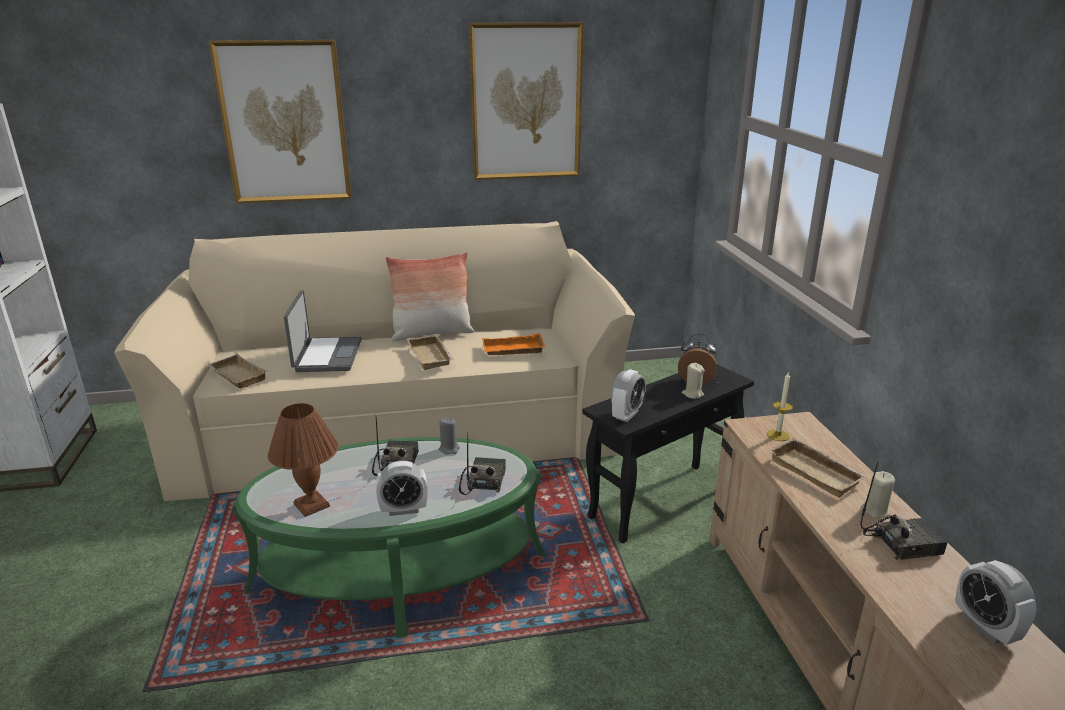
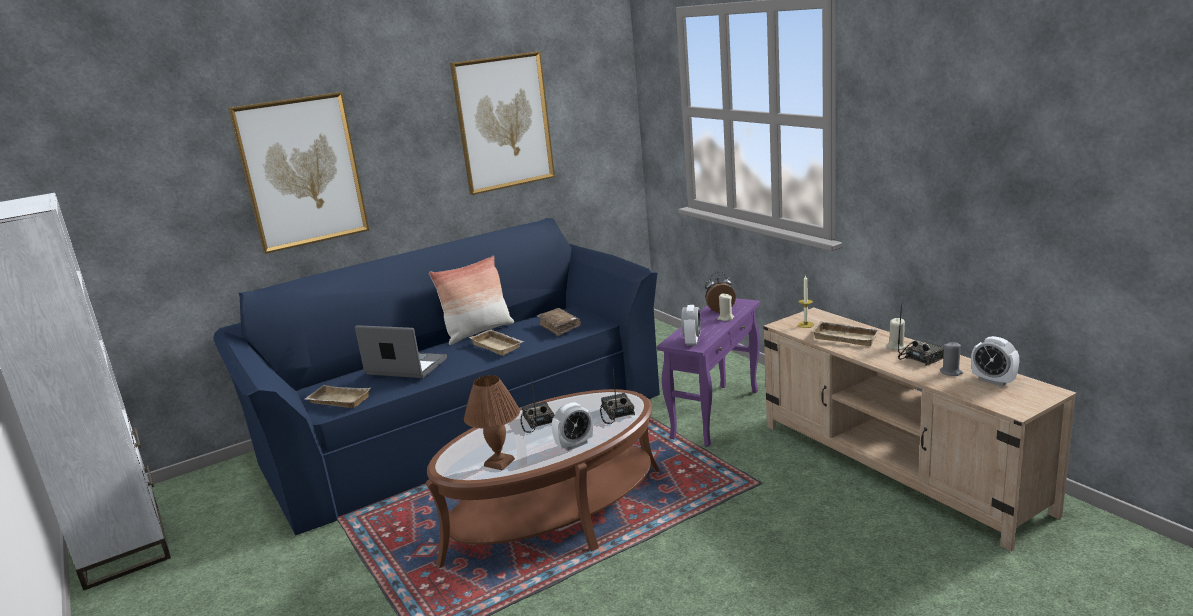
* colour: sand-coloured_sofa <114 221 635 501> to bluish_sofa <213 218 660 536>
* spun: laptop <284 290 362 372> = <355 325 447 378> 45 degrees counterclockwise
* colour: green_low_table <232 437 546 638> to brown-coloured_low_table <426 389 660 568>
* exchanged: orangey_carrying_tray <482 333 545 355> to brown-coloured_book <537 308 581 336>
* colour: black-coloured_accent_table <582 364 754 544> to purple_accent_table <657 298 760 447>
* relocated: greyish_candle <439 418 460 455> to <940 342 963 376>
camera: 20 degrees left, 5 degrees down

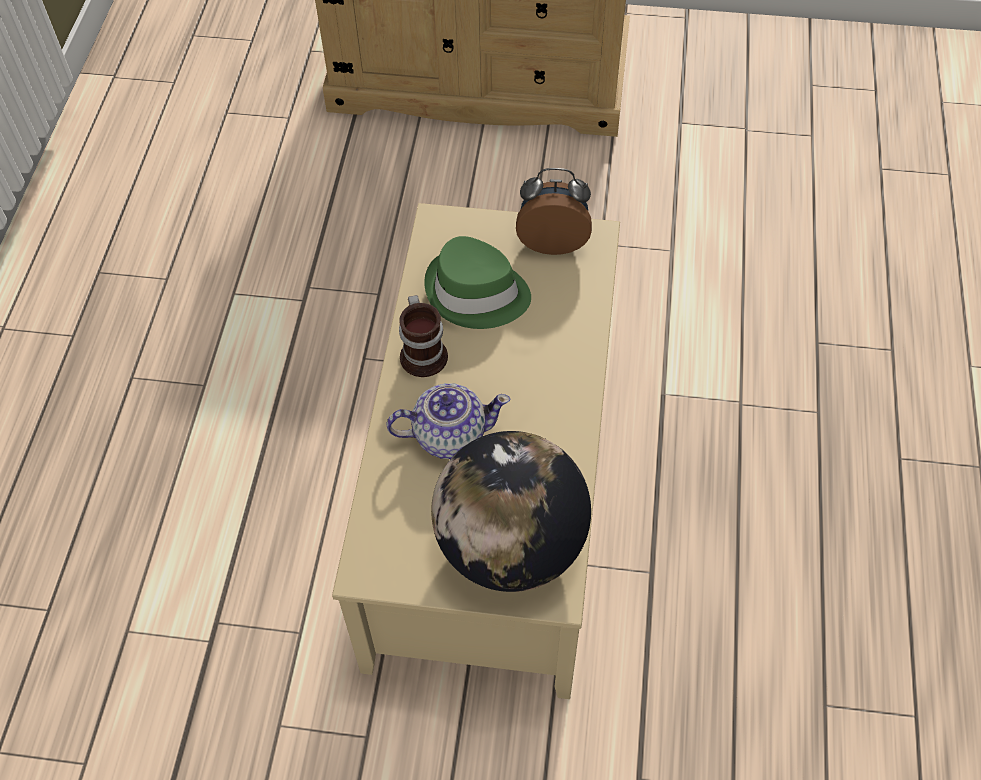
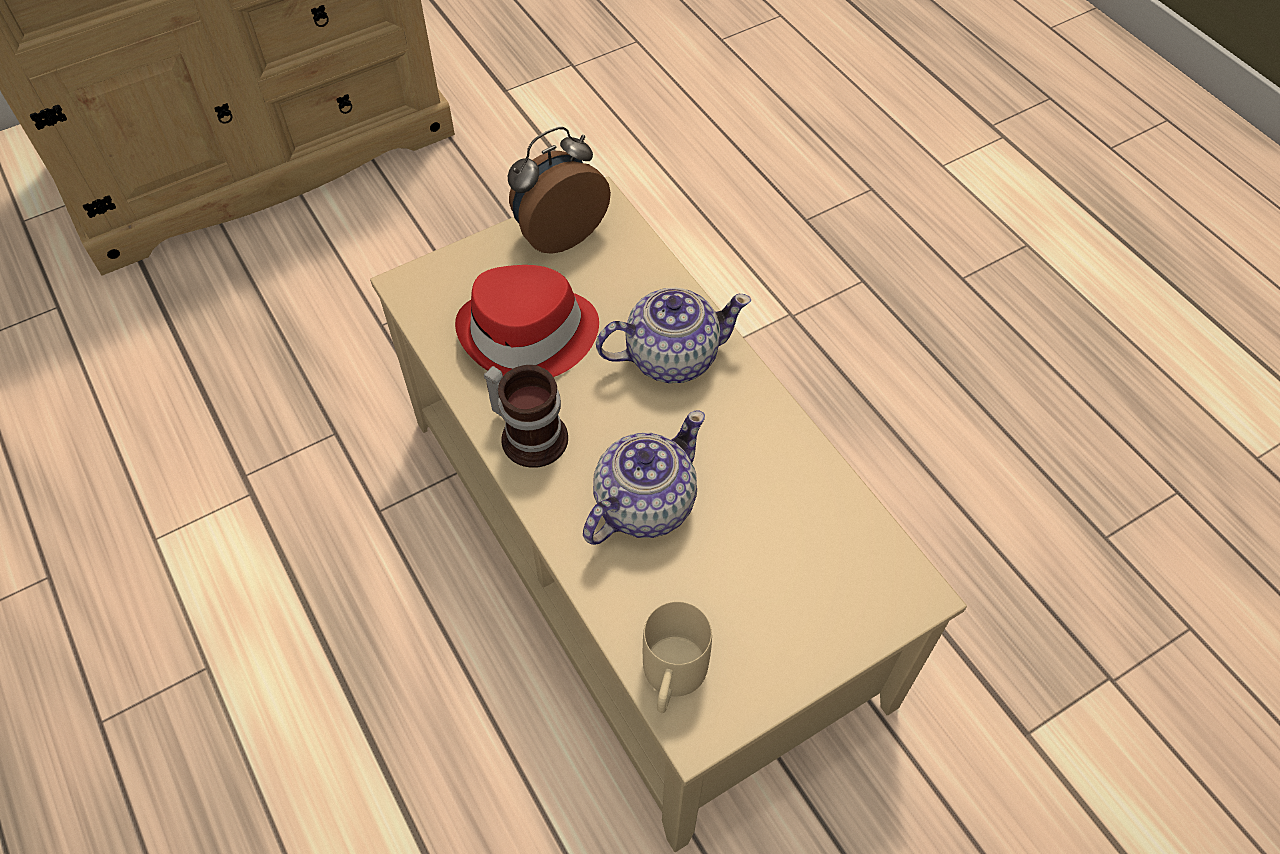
* colour: green_hat <424 236 531 329> to reddish_hat <455 265 599 377>
* appeared: teapot <596 288 751 383>
* appeared: sand-coloured_mug <643 601 712 713>
* missing: globe <431 431 591 592>
camera: 40 degrees left, 0 degrees up

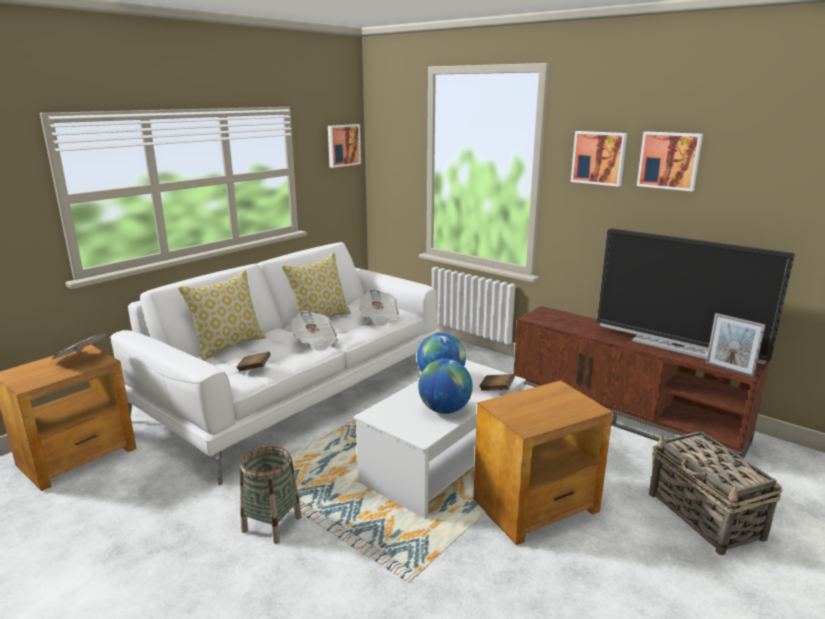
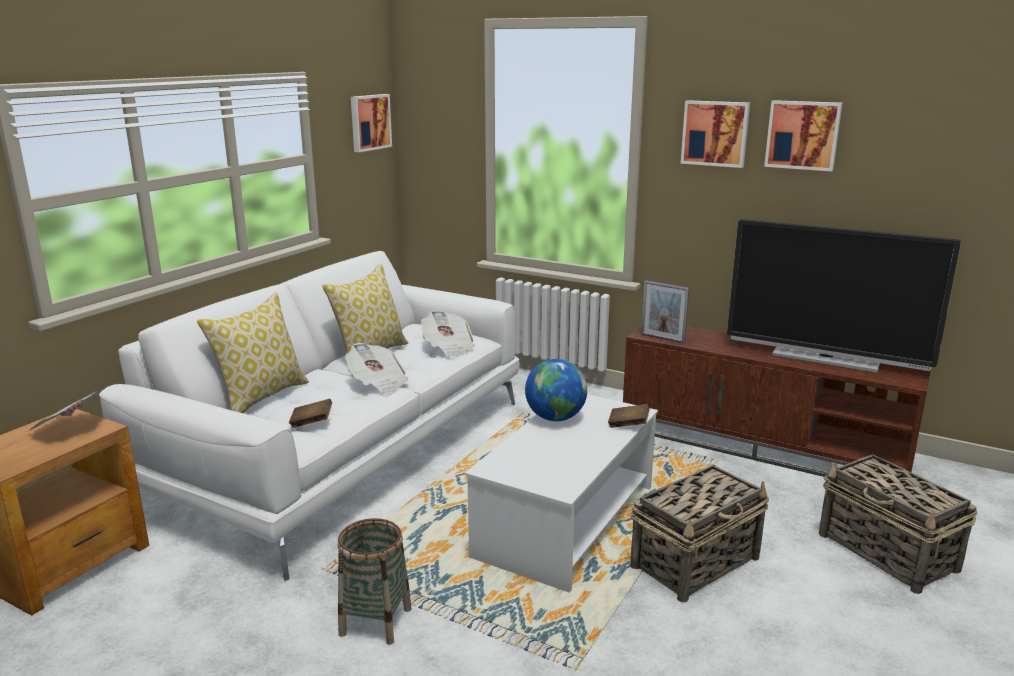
* exchanged: brown-coloured_accent_table <473 380 613 545> to household_basket <630 464 769 602>
* relocated: standing_frame <706 313 766 378> to <641 280 690 344>
* missing: globe <418 359 473 414>
camera: 10 degrees left, 0 degrees up

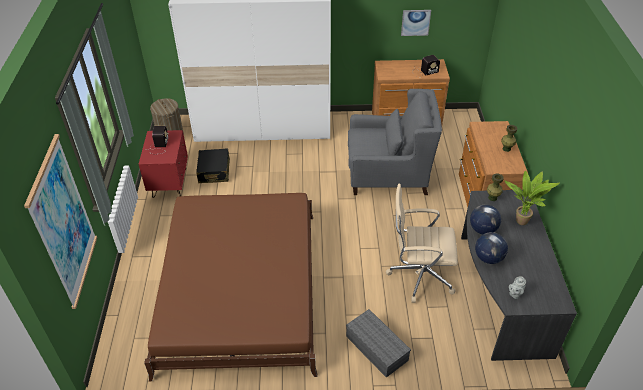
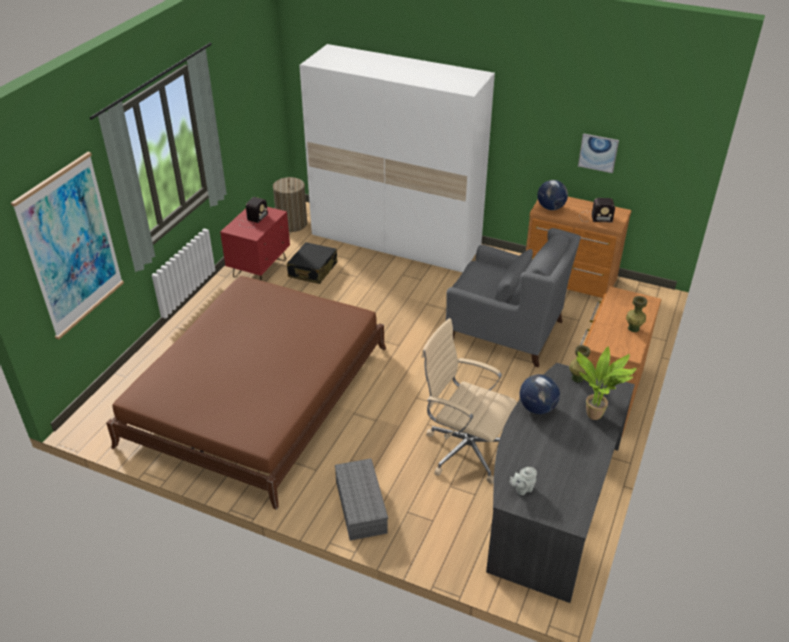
* relocated: globe <475 232 508 264> to <537 180 568 210>
camera: 25 degrees right, 5 degrees down

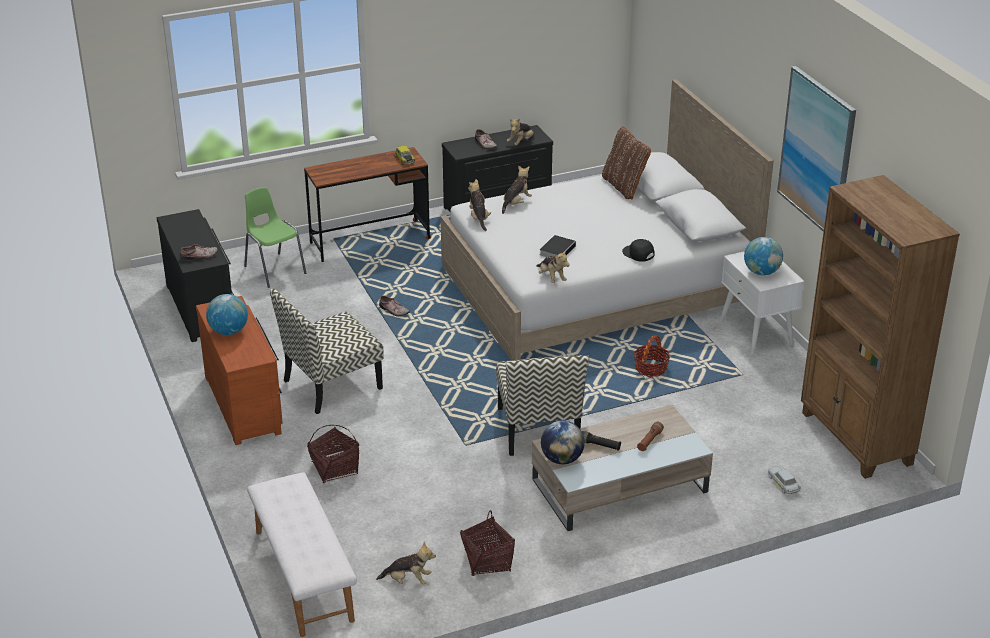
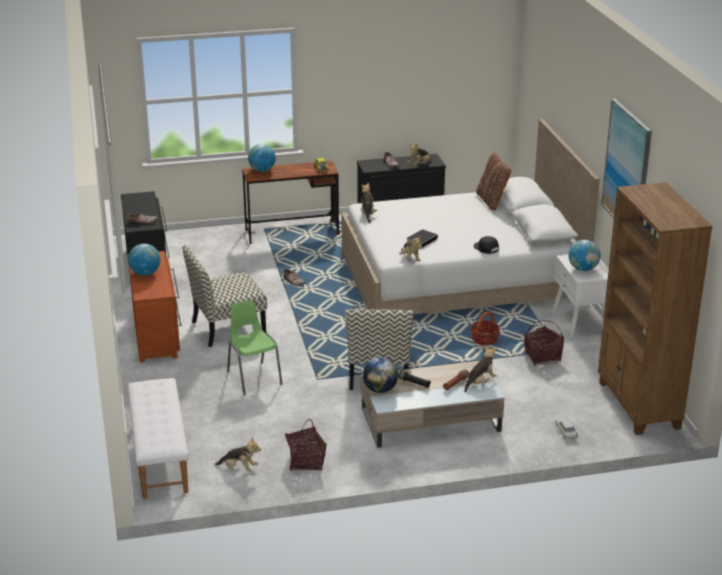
* relocated: green_plain_chair <244 187 306 288> to <227 300 283 395>
* appeared: globe <248 144 276 172>
* relocated: plush_toy <502 165 532 214> to <464 346 497 392>
* relocated: household_basket <307 425 359 483> to <524 320 564 366>
camera: 10 degrees right, 5 degrees down

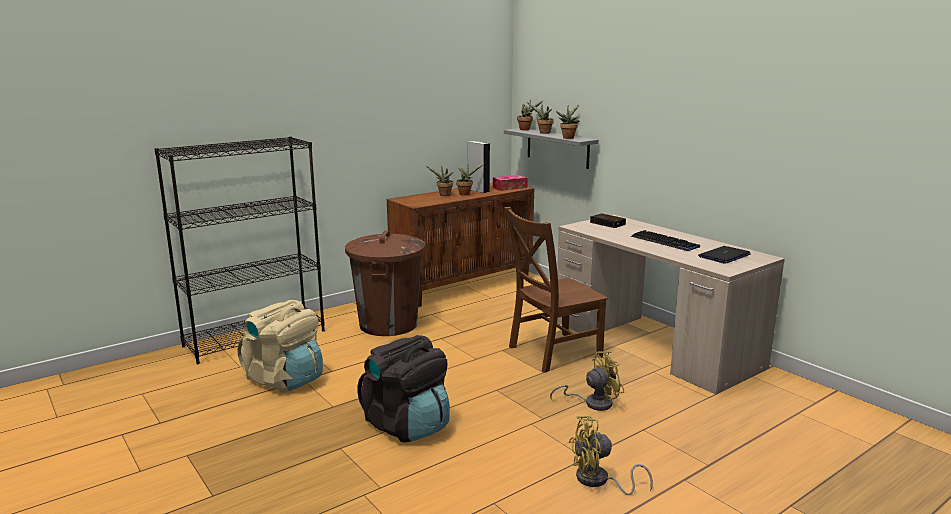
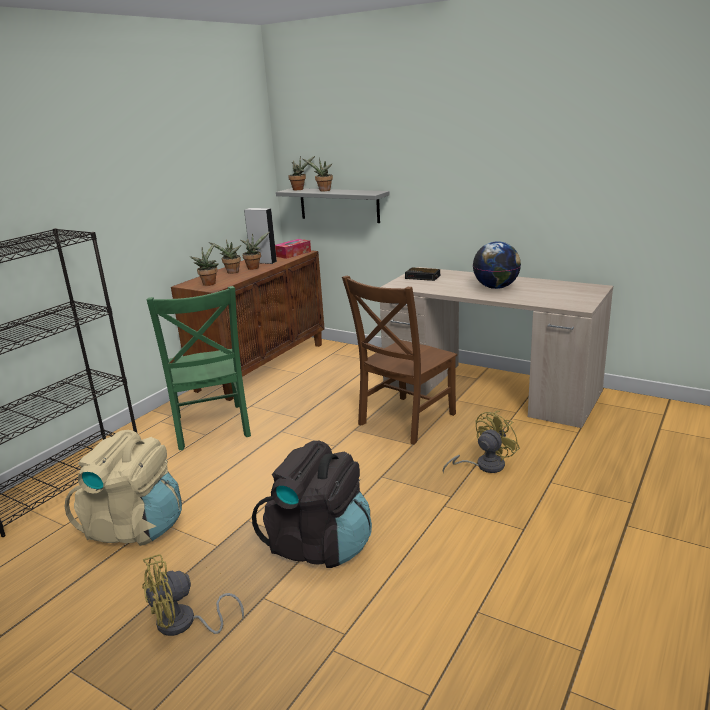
* relocated: yellow-coloured_electric_fan <569 416 653 495> to <142 554 244 636>
* exchanged: brown-coloured_rubbish_bin <345 230 425 336> to green_plain_chair <147 286 251 450>
* relocated: houseplant <556 104 580 139> to <190 243 219 286>
* exchanged: PC_keyboard <631 230 700 251> to globe <473 241 521 289>
* missing: laptop <698 246 750 264>
camera: 20 degrees left, 5 degrees up

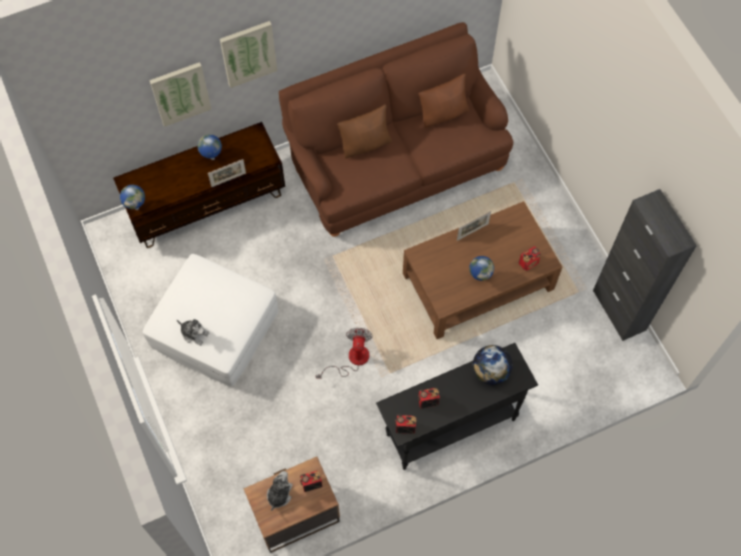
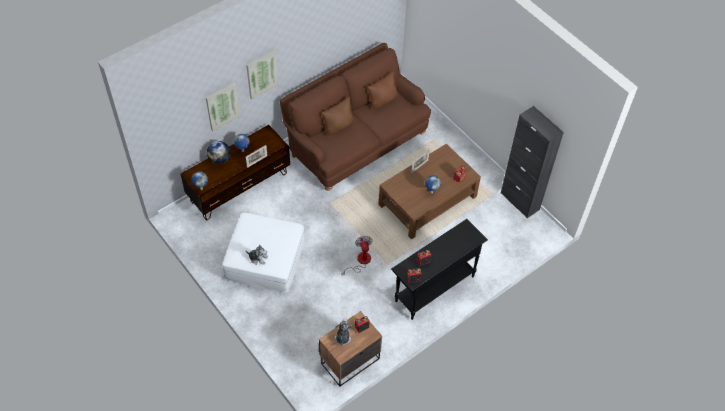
* relocated: globe <473 345 513 385> to <207 141 230 164>
camera: 15 degrees left, 10 degrees down

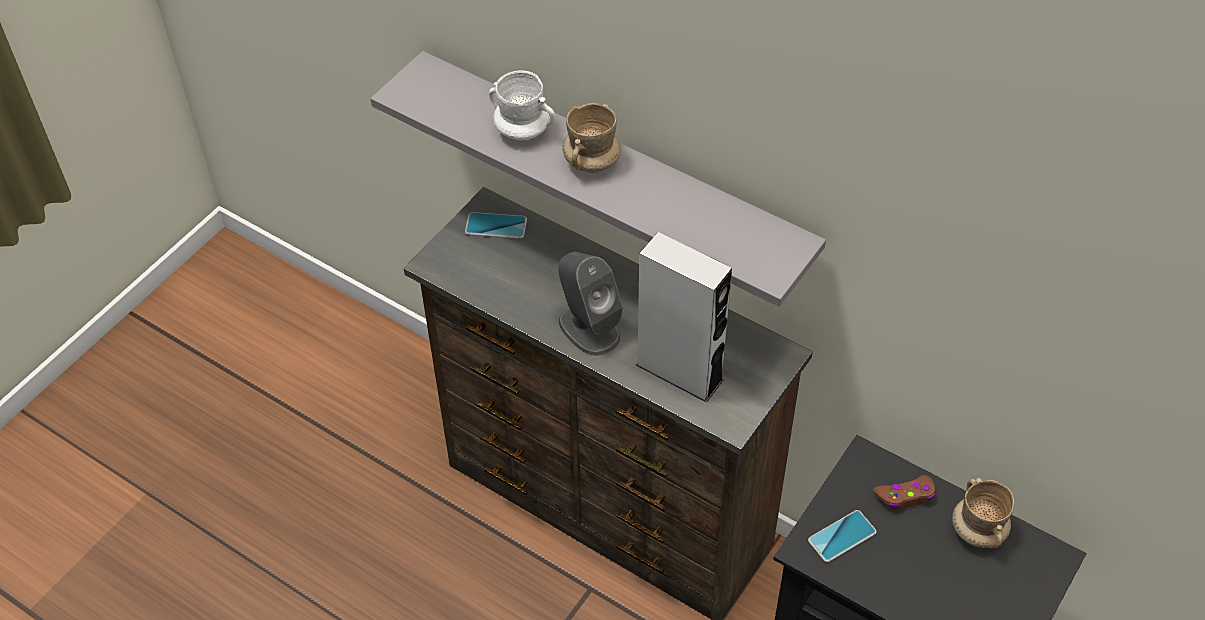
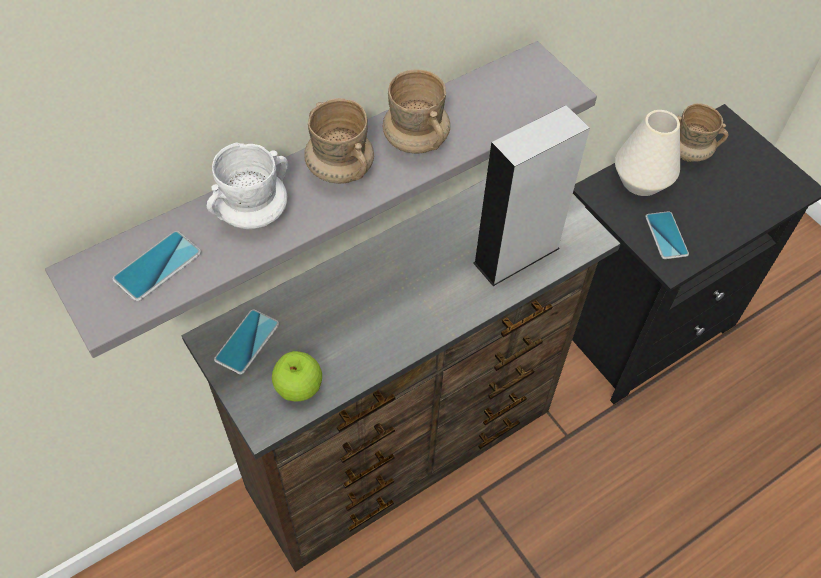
* appeared: phone <113 231 201 301>
* appeared: apple <272 351 322 402>
* appeared: sand-coloured_mug <383 70 450 154>
* exchanged: brown-coloured_game_controller <873 475 936 510> to white_decorative_vase <615 110 680 196>
* missing: greyish_audio_speaker <558 252 623 356>
camera: 70 degrees left, 5 degrees up

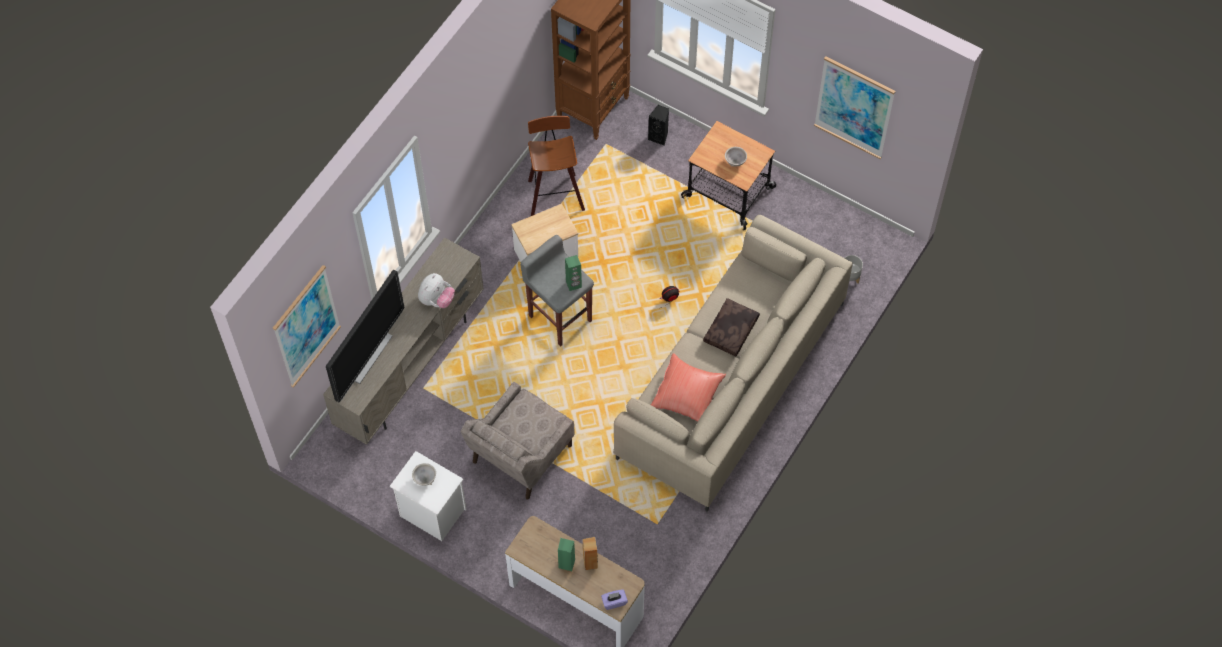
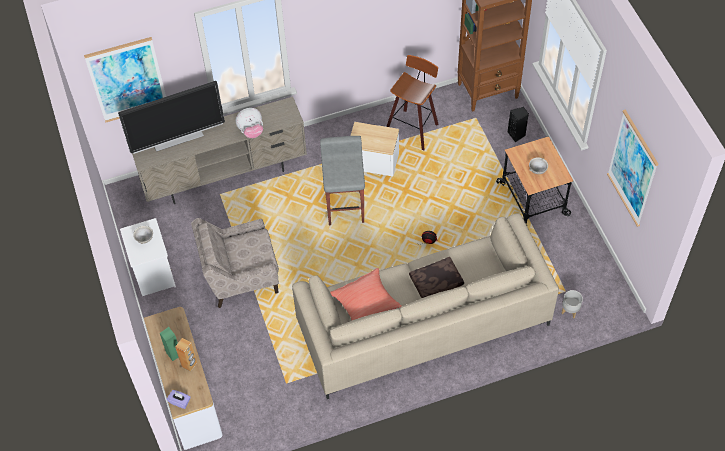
* missing: green_audio_speaker <565 255 582 291>
camera: 40 degrees right, 5 degrees down

